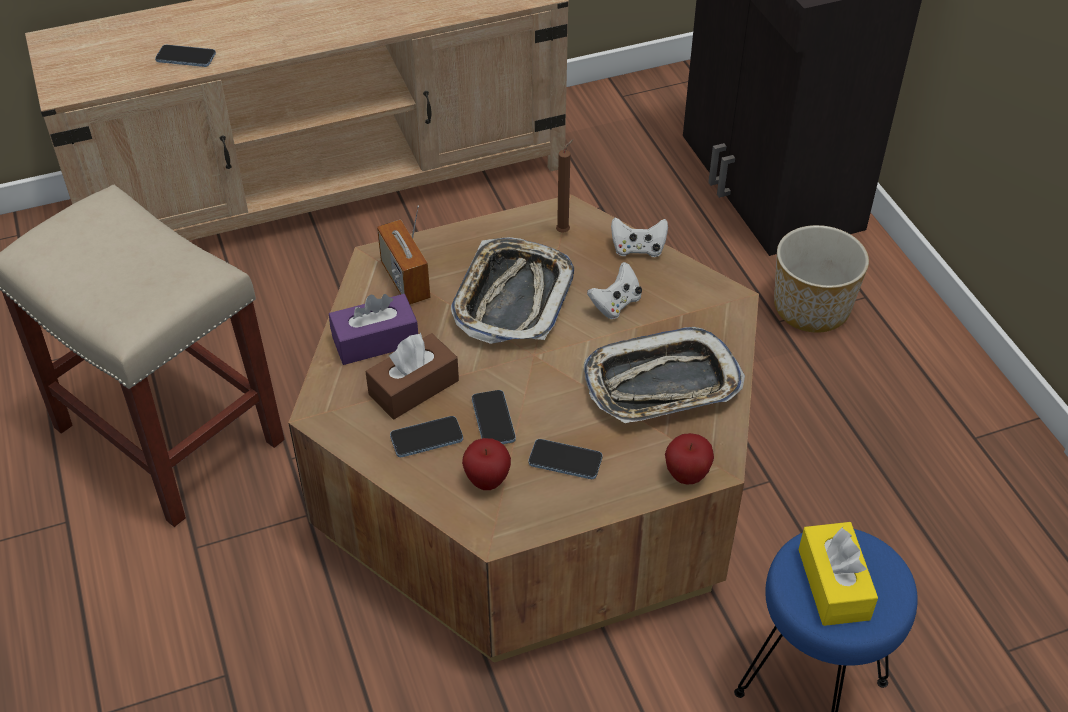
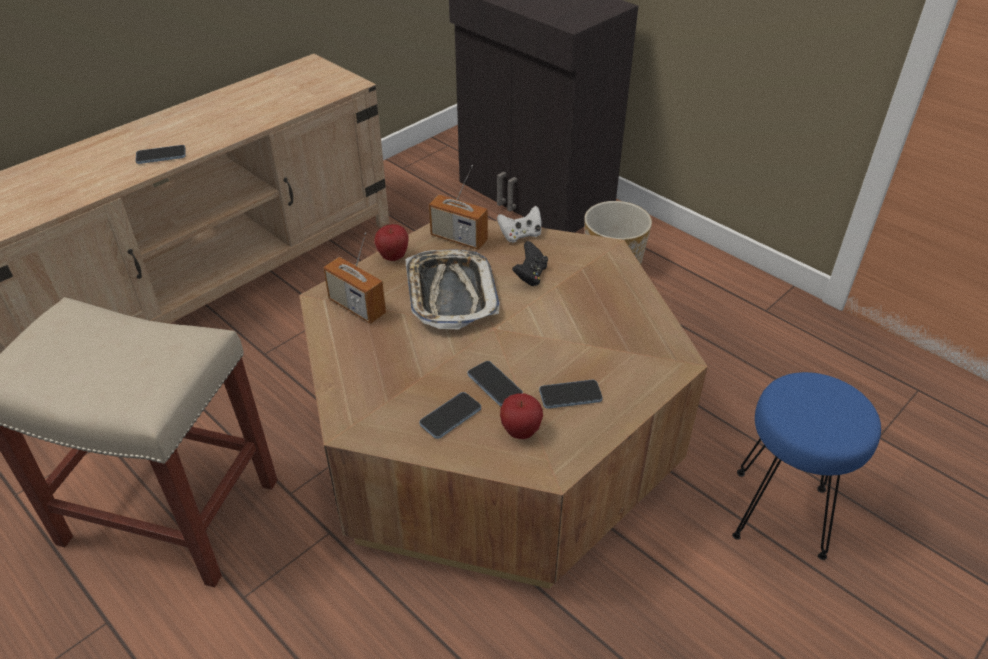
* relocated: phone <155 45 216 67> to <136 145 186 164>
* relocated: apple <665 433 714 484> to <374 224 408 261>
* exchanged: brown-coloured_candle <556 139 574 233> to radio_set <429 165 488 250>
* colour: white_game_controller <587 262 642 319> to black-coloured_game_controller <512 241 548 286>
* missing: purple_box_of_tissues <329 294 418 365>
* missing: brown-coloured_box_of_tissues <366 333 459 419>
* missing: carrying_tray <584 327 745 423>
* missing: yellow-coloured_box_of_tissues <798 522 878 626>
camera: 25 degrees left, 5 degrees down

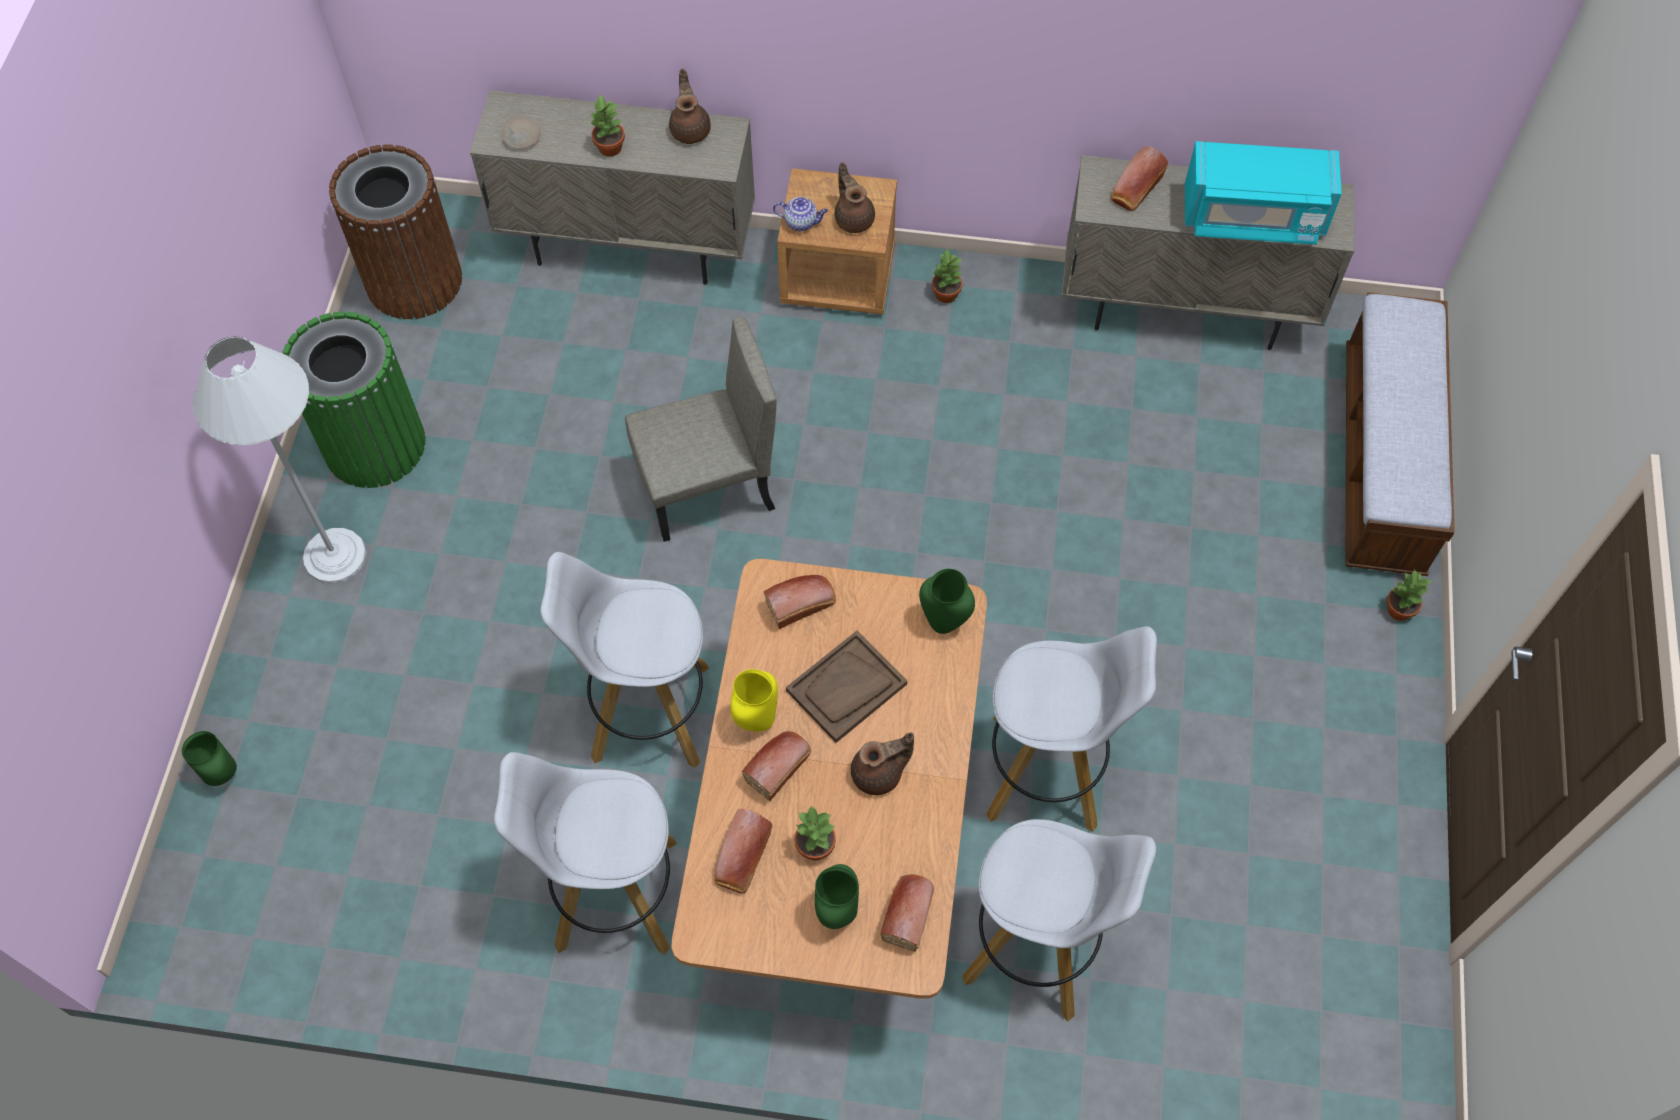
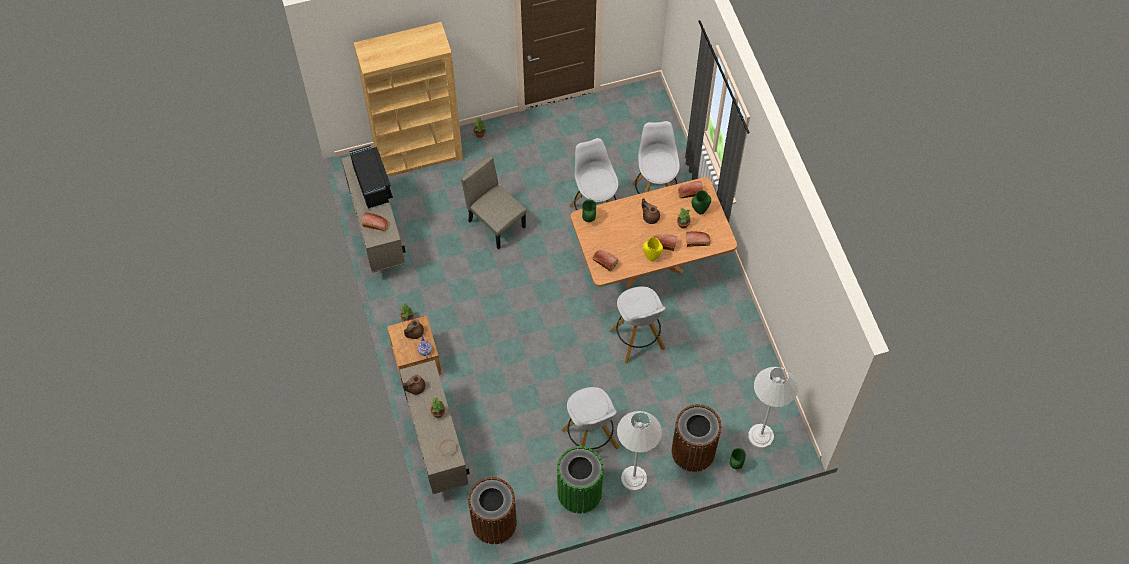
* colour: turquoise-coloured_kitchen_microwave <1185 141 1342 245> to black-coloured_kitchen_microwave <350 145 393 209>
* exchanged: bench <1346 292 1455 576> to brown-coloured_bookcase <354 22 463 177>
* relocated: sand-coloured_plain_chair <625 317 776 542> to <461 156 527 249>
* relocated: white_stool <494 752 677 955> to <561 387 619 449>
* appeared: brown-coloured_rubbish_bin <672 404 722 472>
* appeared: white_standard_lamp <748 367 798 448>
* missing: brown-coloured_carrying_tray <786 631 907 743>
camera: 115 degrees left, 0 degrees up

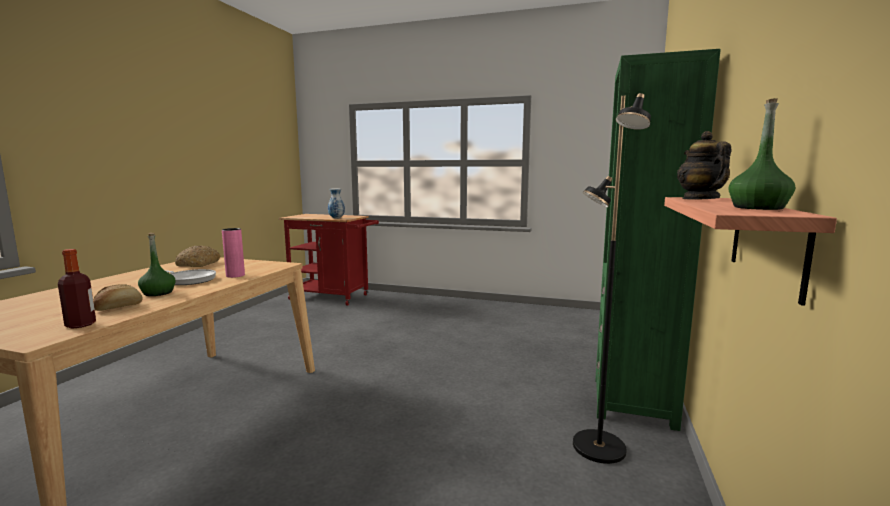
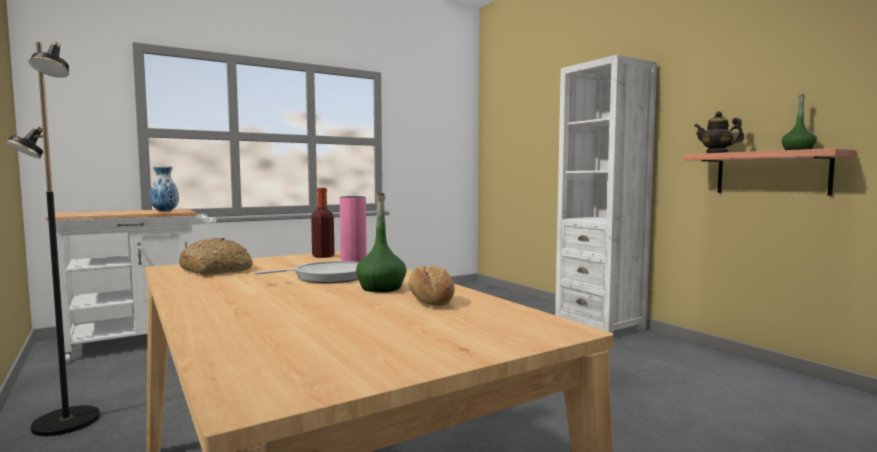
* relocated: black-coloured_standard_lamp <573 93 651 464> to <5 41 100 436>
* colour: reddish_cart <279 214 379 306> to white_cart <46 209 216 363>
* relocated: bottle <58 249 96 329> to <311 188 334 258>
* colour: green_bookcase <595 49 721 431> to white_bookcase <555 55 657 333>
camera: 50 degrees left, 5 degrees down

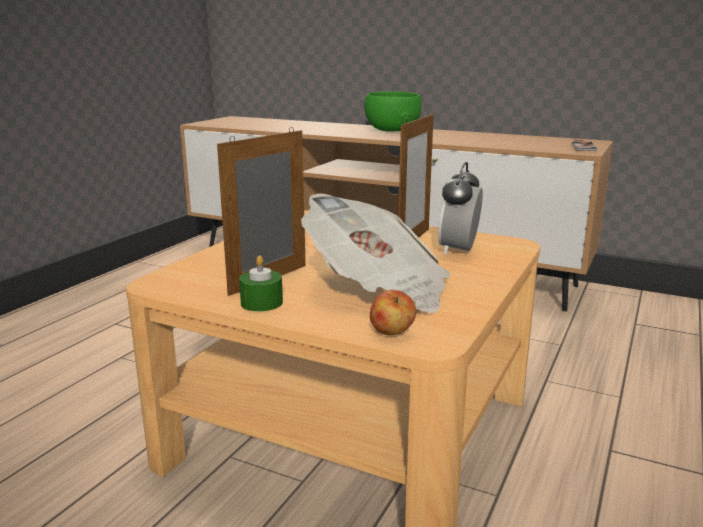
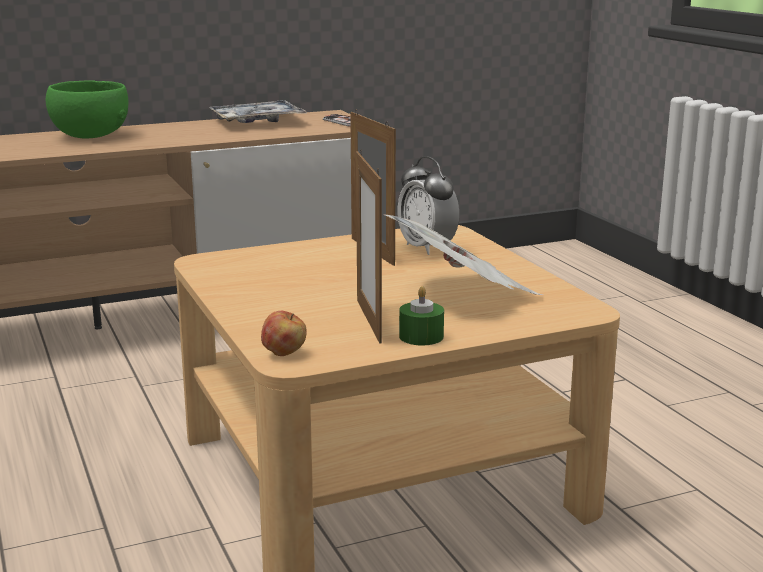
* appeared: carrying_tray <209 100 308 123>
* relocated: apple <370 290 416 335> to <261 311 307 356>
camera: 50 degrees left, 0 degrees up

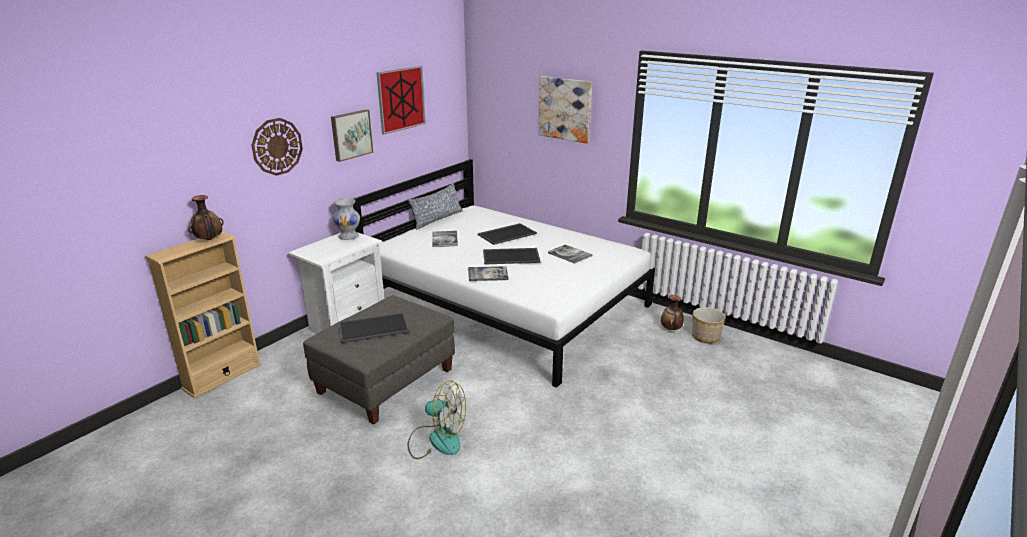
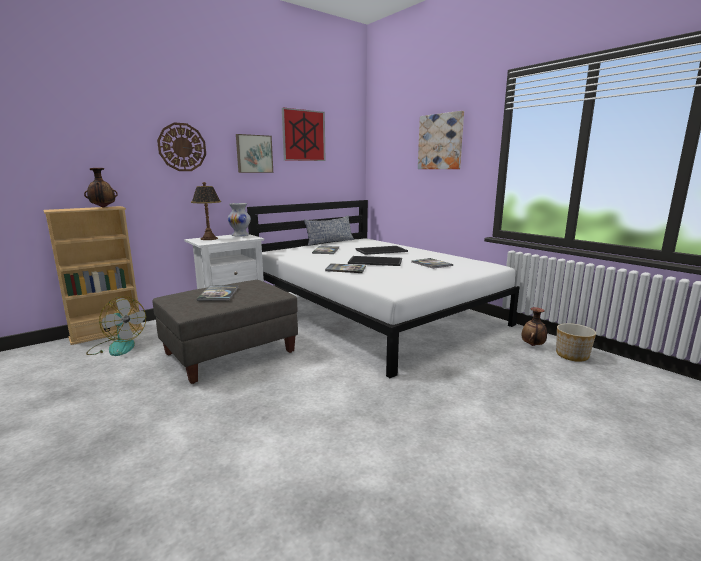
* relocated: electric_fan <407 380 466 459> to <86 297 146 356>
* appeared: table_lamp <191 182 221 240>
* exchanged: carrying_tray <338 312 410 344> to book <197 285 239 301>
camera: 15 degrees right, 10 degrees down

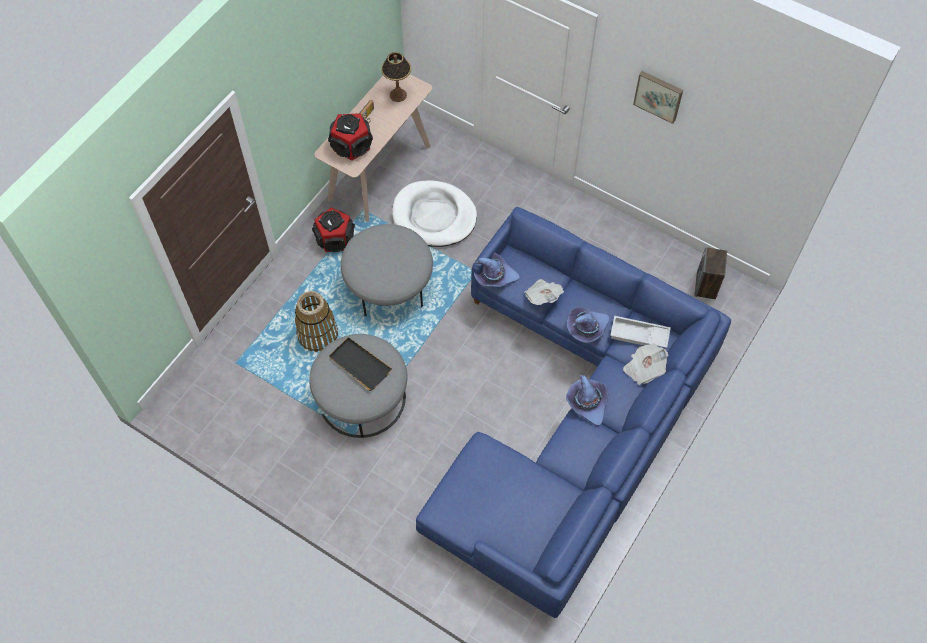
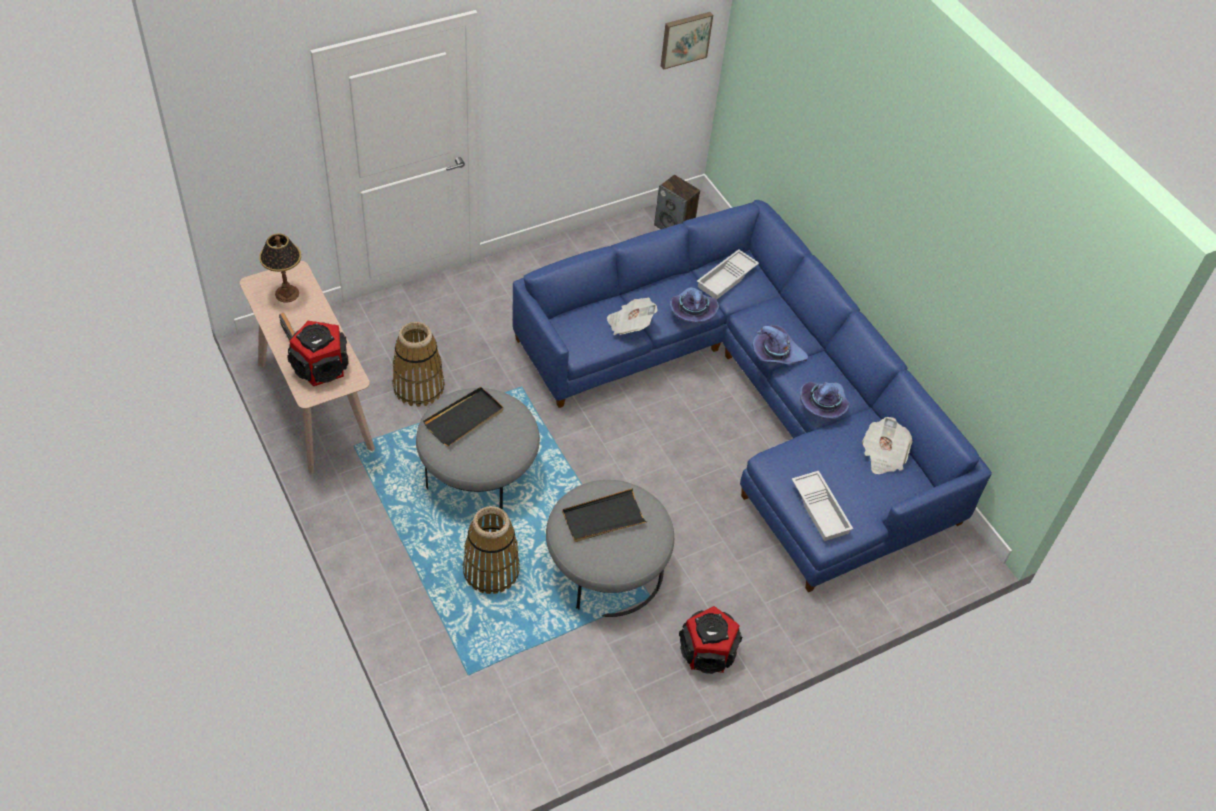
* exchanged: white_dog_bed <392 180 477 247> to household_basket <393 322 445 407>
* appeared: black-coloured_carrying_tray <423 387 503 446>
* relocated: wall_art <633 71 683 124> to <661 12 713 70>
* relocated: audio_speaker <312 208 355 252> to <679 606 742 674>
* appeared: white_carrying_tray <792 471 853 541>
* relocated: purple_hat <474 252 520 287> to <800 382 850 419>
* relocated: printed_paper <623 343 668 385> to <862 417 913 474>
camera: 65 degrees left, 10 degrees down

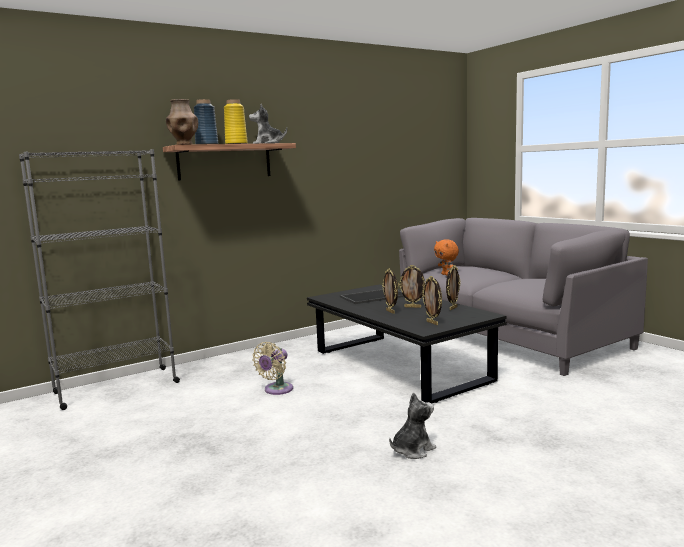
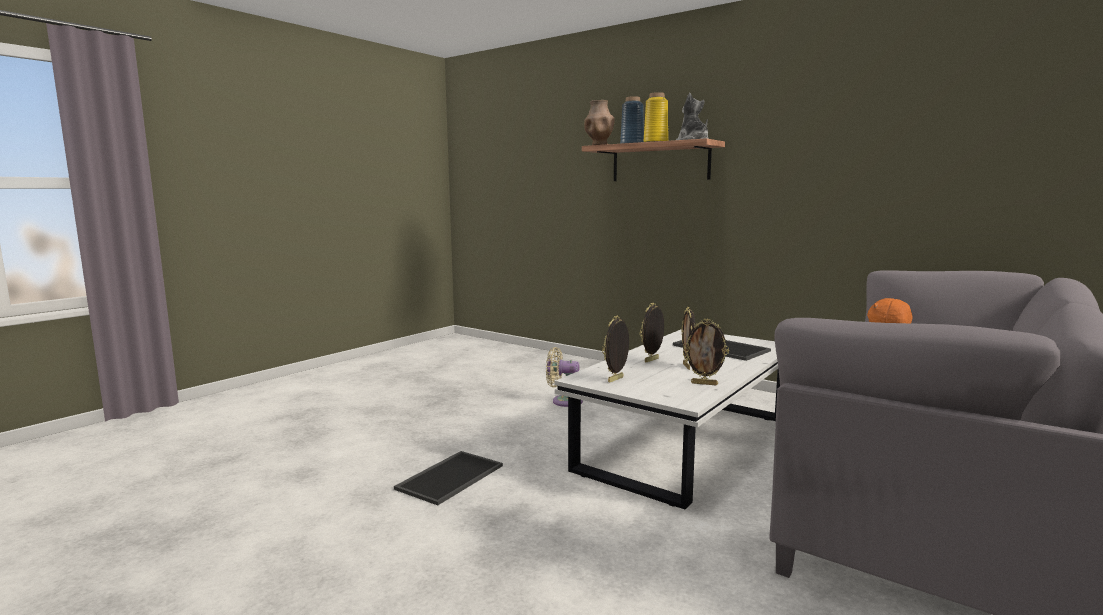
* exchanged: plush_toy <389 392 436 459> to carrying_tray <394 451 503 505>
* colour: black-coloured_low_table <307 284 507 403> to white_low_table <555 329 780 509>
* missing: greyish_bookcase <19 149 180 410>
camera: 70 degrees right, 0 degrees up

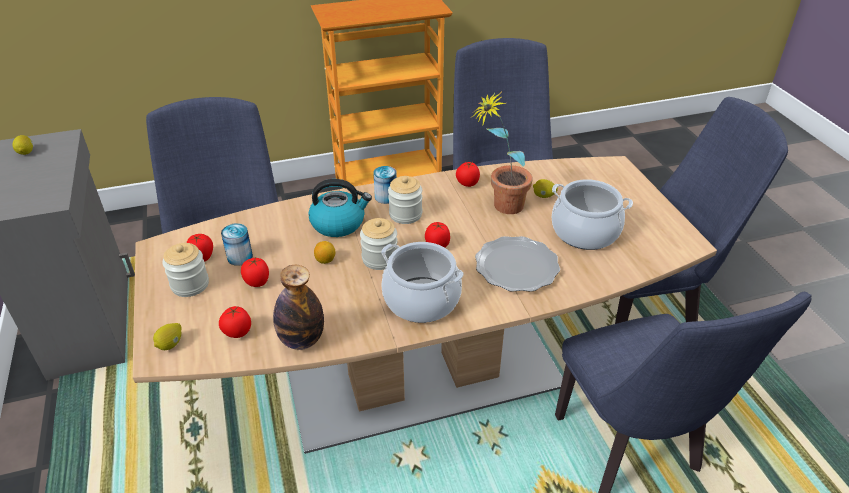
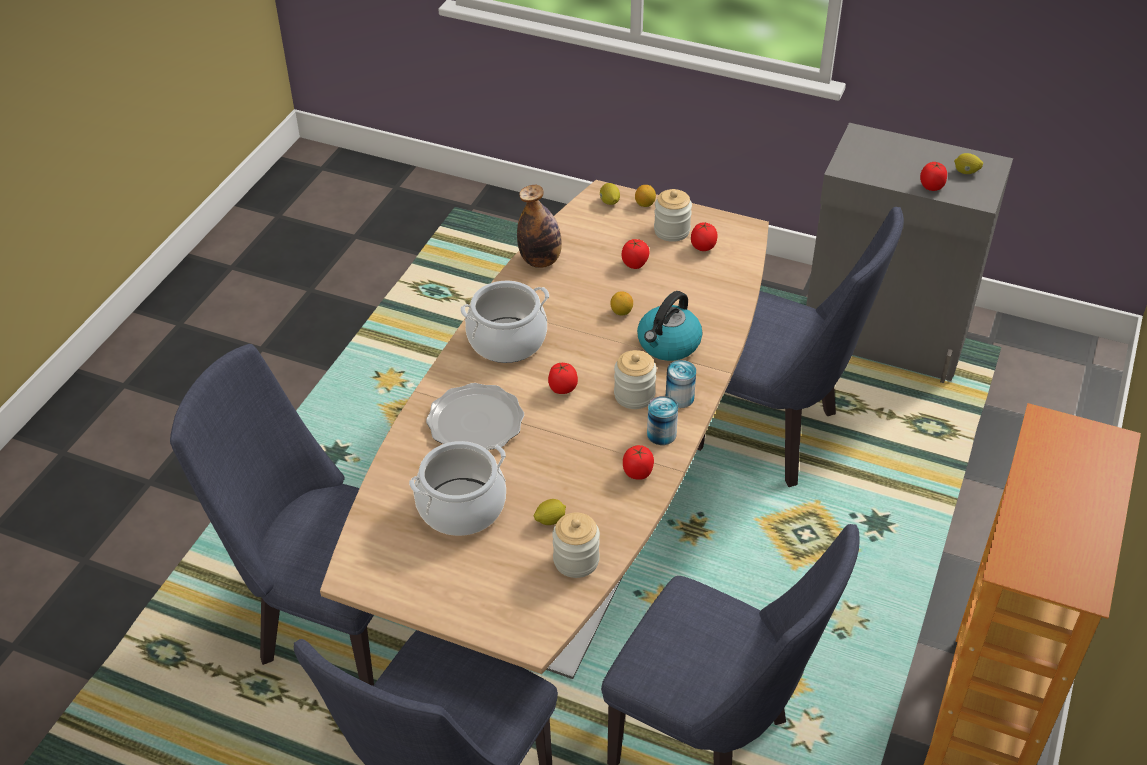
* relocated: storage_jar <360 218 398 270> to <552 513 600 578>
* appeared: lemon <635 185 656 207>
* relocated: can <221 223 253 266> to <647 396 678 445>
* relocated: tomato <219 306 251 338> to <920 162 947 191>
* missing: houseplant <472 91 533 214>
camera: 130 degrees right, 5 degrees up

